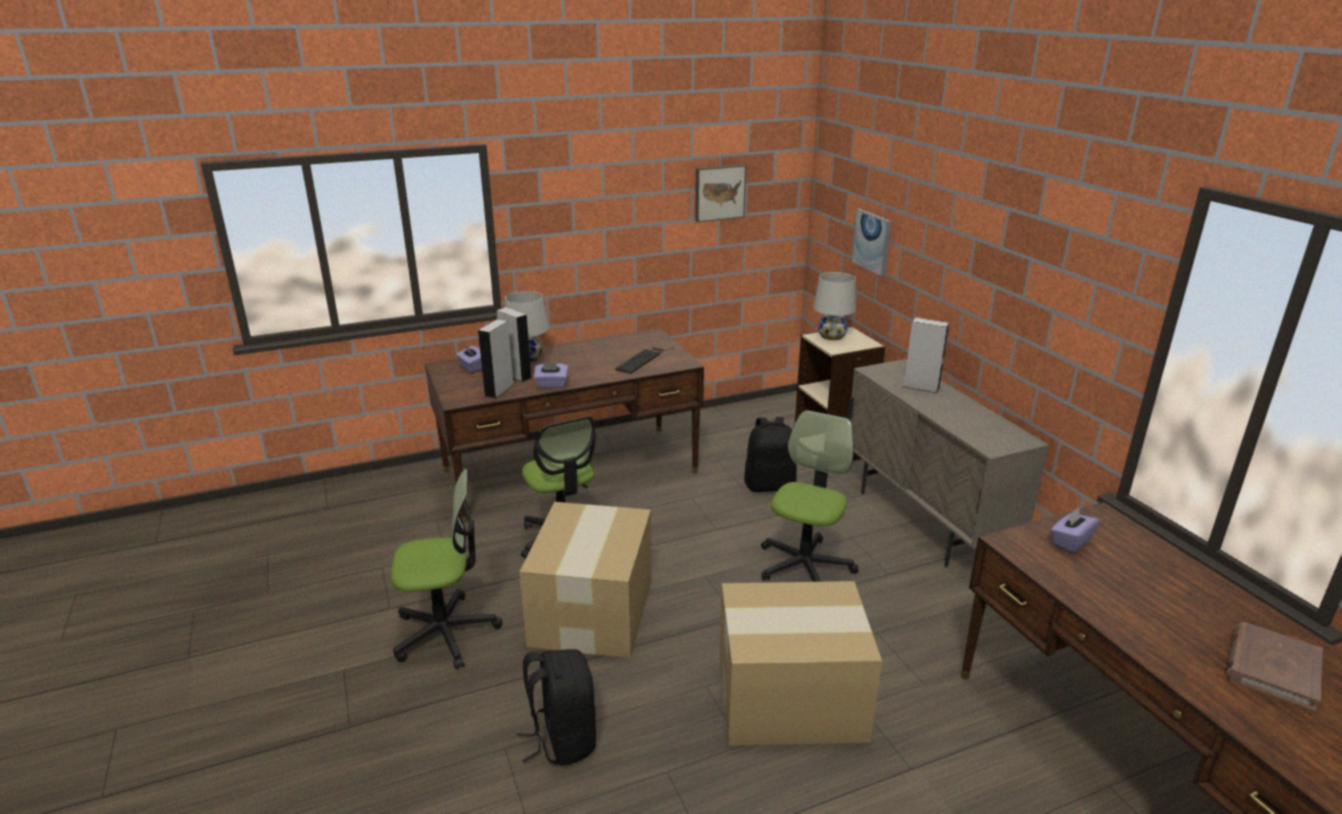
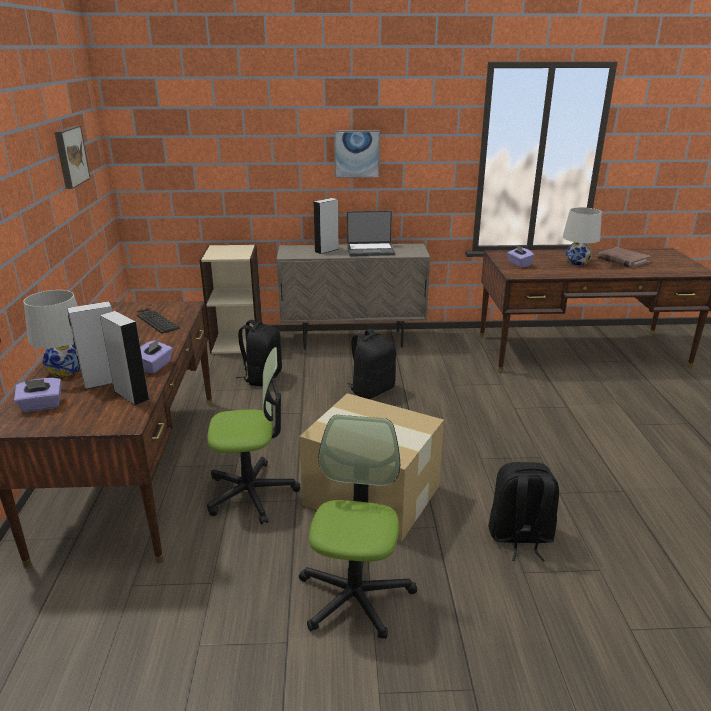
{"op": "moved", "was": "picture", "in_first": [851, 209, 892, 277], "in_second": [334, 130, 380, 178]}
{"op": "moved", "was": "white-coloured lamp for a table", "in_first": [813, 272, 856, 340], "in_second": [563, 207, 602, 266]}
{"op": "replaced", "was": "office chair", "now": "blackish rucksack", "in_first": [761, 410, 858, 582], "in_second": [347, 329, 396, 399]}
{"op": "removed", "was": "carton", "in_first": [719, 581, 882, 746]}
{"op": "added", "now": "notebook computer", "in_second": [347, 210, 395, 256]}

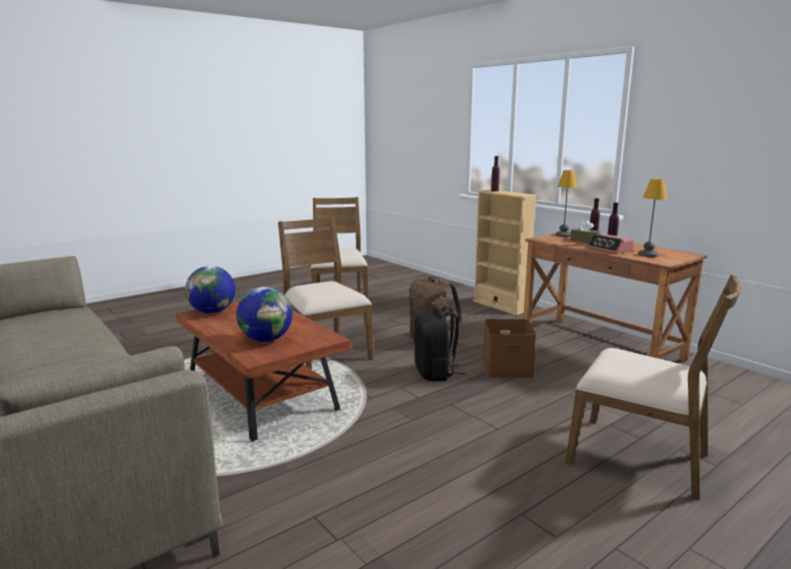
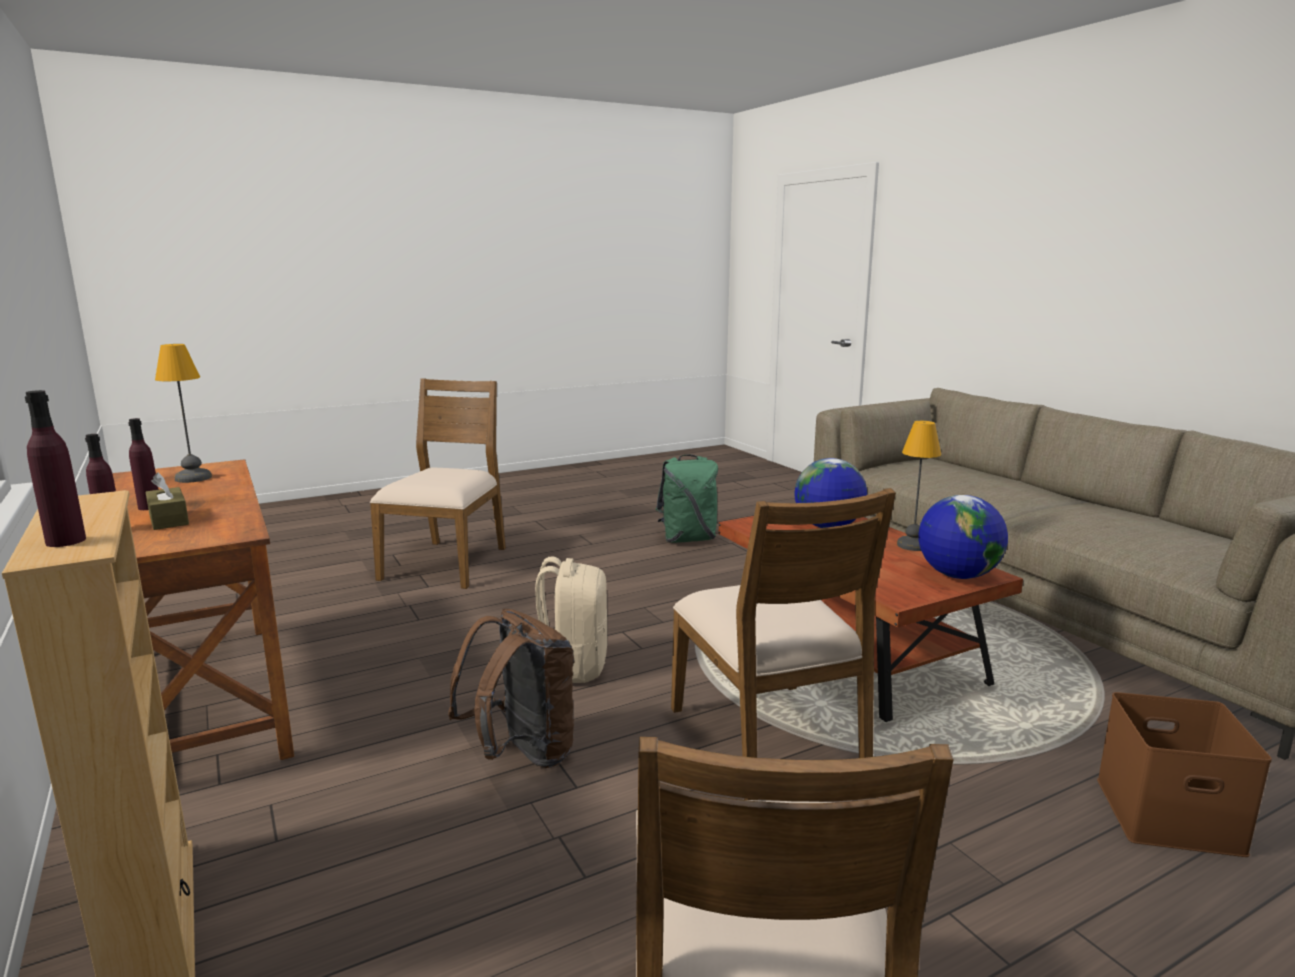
{"op": "moved", "was": "lamp for a table", "in_first": [555, 170, 577, 237], "in_second": [897, 421, 941, 551]}
{"op": "removed", "was": "table clock", "in_first": [587, 234, 634, 254]}
{"op": "turned", "was": "brownish upright chair", "in_first": [565, 274, 741, 499], "in_second": [370, 378, 506, 589], "clockwise": 60}
{"op": "recoloured", "was": "blackish rucksack", "now": "beige-coloured rucksack", "in_first": [414, 306, 465, 381], "in_second": [535, 556, 607, 683]}
{"op": "moved", "was": "brownish storage container", "in_first": [482, 319, 537, 378], "in_second": [1097, 692, 1272, 857]}
{"op": "added", "now": "green rucksack", "in_second": [656, 454, 718, 543]}

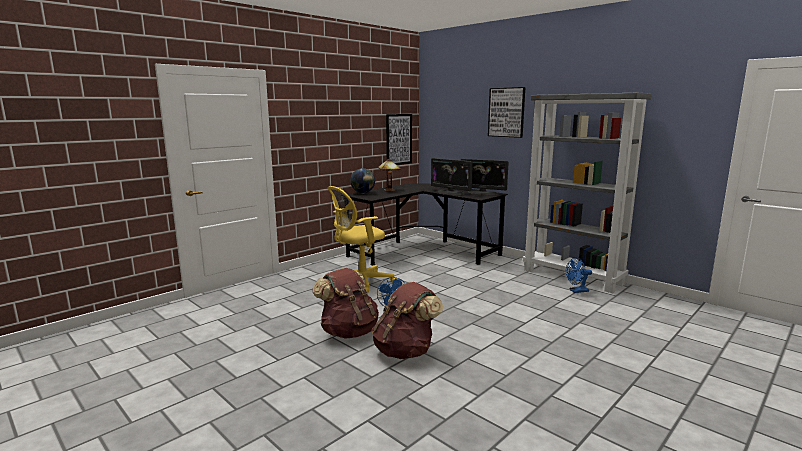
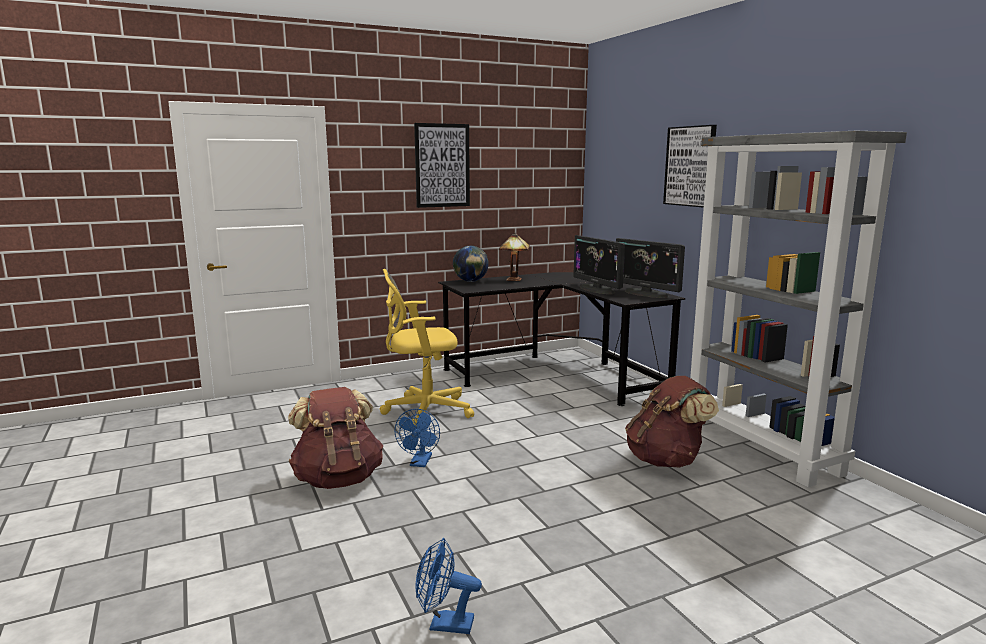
{"op": "moved", "was": "picture", "in_first": [386, 114, 412, 165], "in_second": [414, 123, 470, 208]}
{"op": "moved", "was": "bluish cooling fan", "in_first": [566, 257, 592, 293], "in_second": [416, 538, 482, 634]}
{"op": "moved", "was": "brownish rucksack", "in_first": [371, 282, 443, 359], "in_second": [625, 376, 719, 468]}

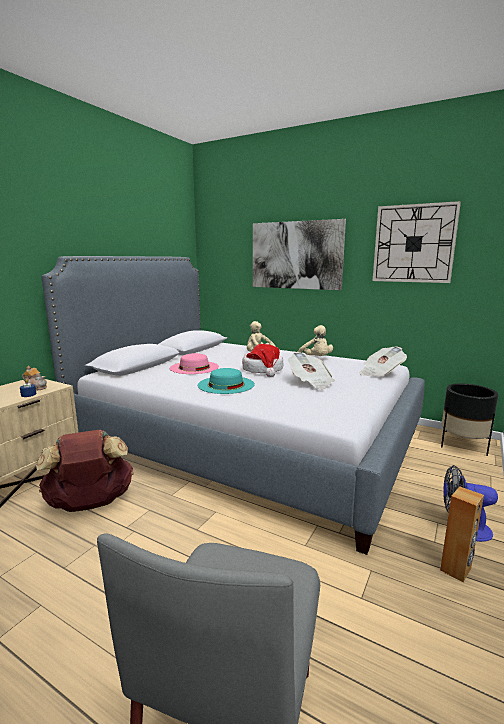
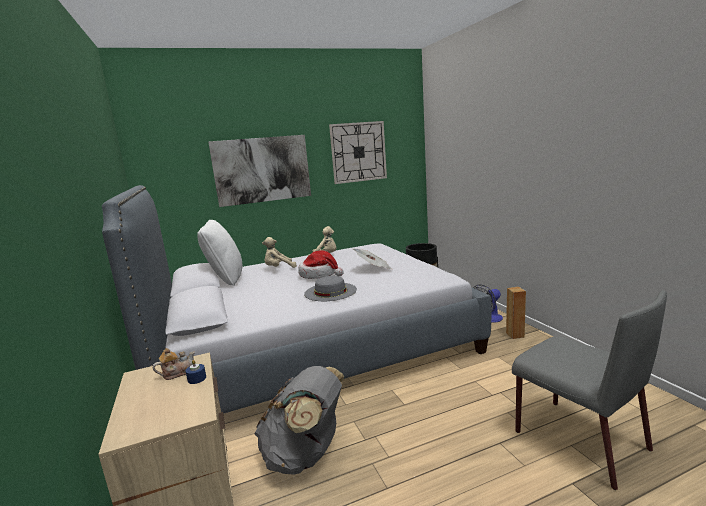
{"op": "removed", "was": "newspaper", "in_first": [359, 346, 407, 377]}
{"op": "removed", "was": "pink-coloured wearable hat", "in_first": [170, 353, 219, 374]}
{"op": "recoloured", "was": "turquoise-coloured wearable hat", "now": "greyish wearable hat", "in_first": [198, 368, 255, 394], "in_second": [304, 276, 357, 301]}
{"op": "recoloured", "was": "brownish rucksack", "now": "greyish rucksack", "in_first": [36, 430, 134, 512], "in_second": [255, 366, 344, 475]}
{"op": "added", "now": "white-coloured cushion", "in_second": [197, 220, 242, 286]}

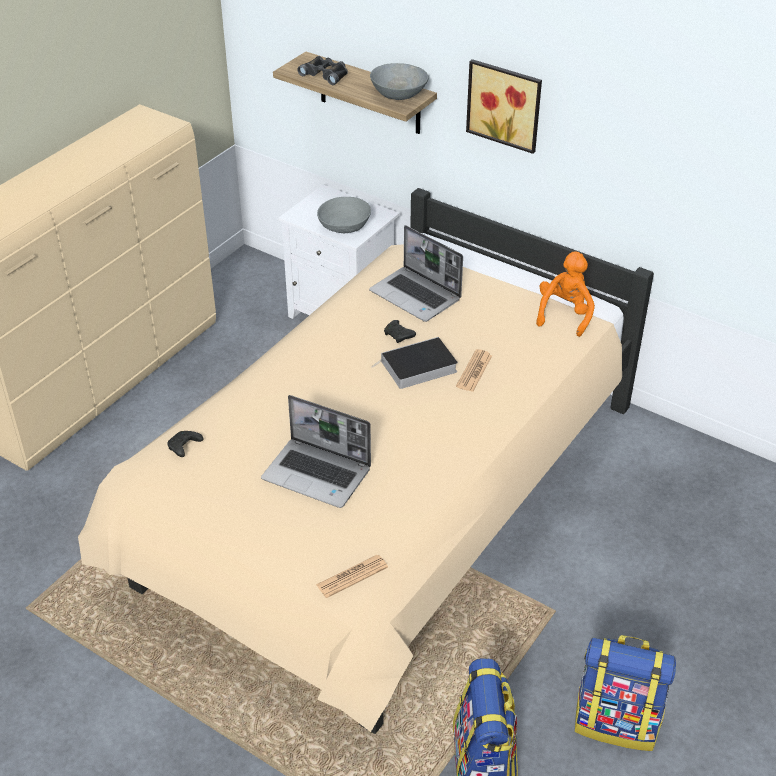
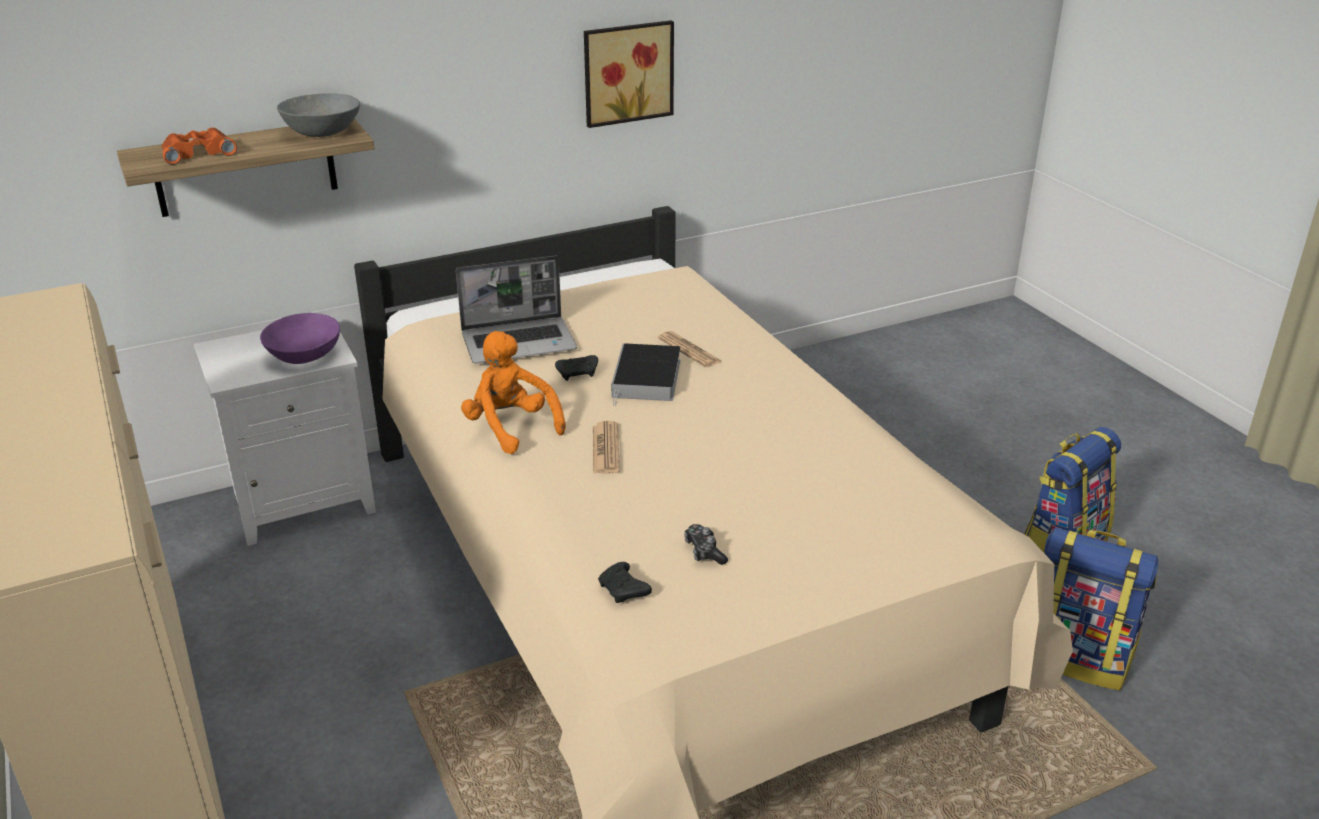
{"op": "recoloured", "was": "blackish pair of binoculars", "now": "orange pair of binoculars", "in_first": [297, 56, 348, 85], "in_second": [162, 128, 237, 165]}
{"op": "moved", "was": "picture", "in_first": [466, 59, 542, 154], "in_second": [584, 20, 674, 128]}
{"op": "recoloured", "was": "greyish deep dish", "now": "purple deep dish", "in_first": [317, 197, 371, 233], "in_second": [260, 313, 340, 364]}
{"op": "moved", "was": "orange cuddly toy", "in_first": [536, 251, 595, 337], "in_second": [461, 331, 566, 454]}
{"op": "removed", "was": "notebook computer", "in_first": [261, 395, 371, 508]}
{"op": "moved", "was": "newspaper", "in_first": [316, 555, 388, 598], "in_second": [593, 421, 620, 473]}
{"op": "added", "now": "joypad", "in_second": [684, 524, 728, 565]}

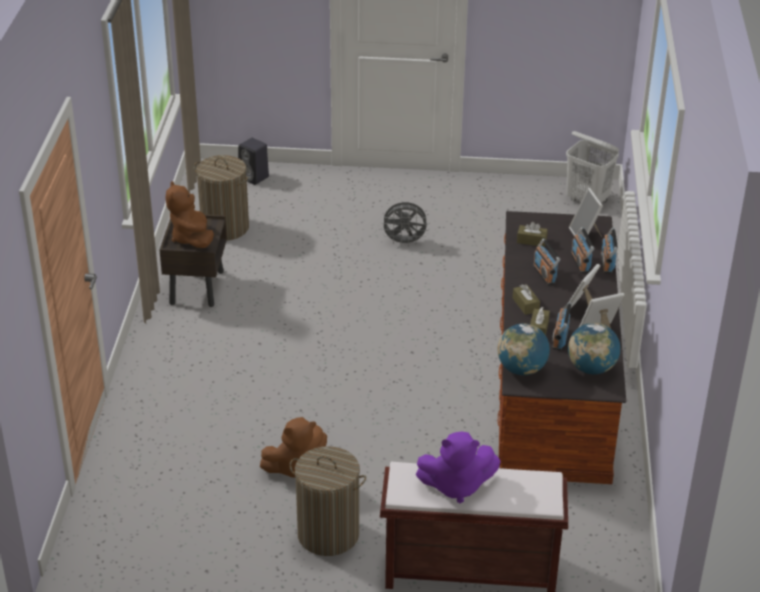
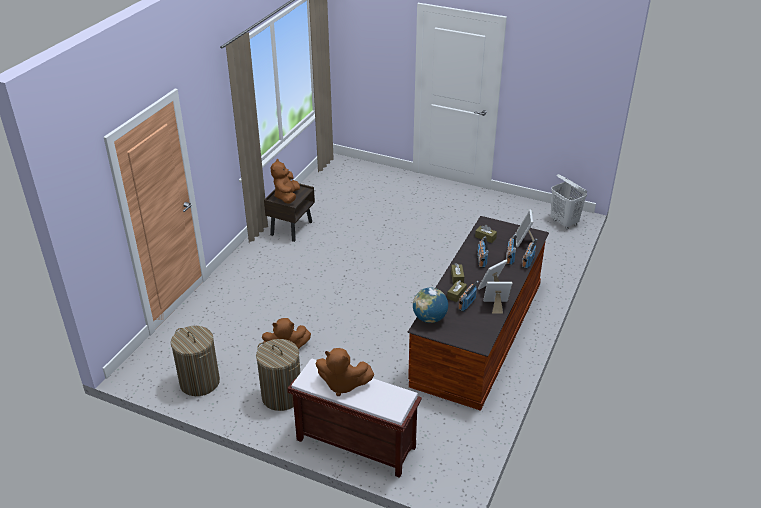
{"op": "removed", "was": "blackish audio speaker", "in_first": [238, 138, 269, 185]}
{"op": "moved", "was": "hamper", "in_first": [194, 155, 249, 241], "in_second": [171, 326, 220, 396]}
{"op": "removed", "was": "greyish cooling fan", "in_first": [381, 202, 430, 246]}
{"op": "removed", "was": "desk globe", "in_first": [568, 323, 620, 375]}
{"op": "recoloured", "was": "purple cuddly toy", "now": "brownish cuddly toy", "in_first": [416, 432, 501, 503], "in_second": [315, 348, 374, 396]}

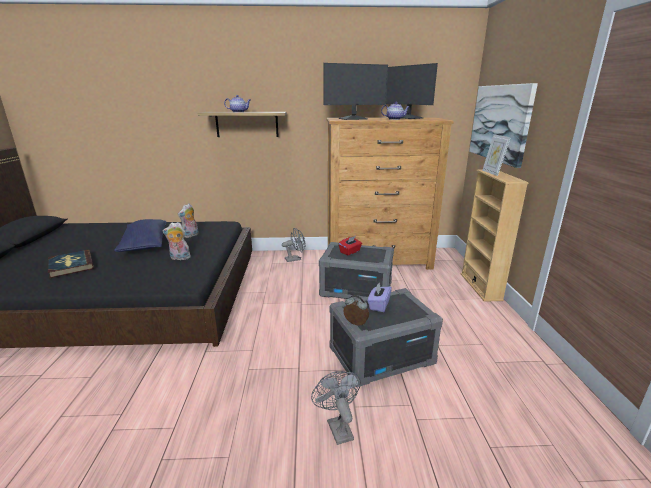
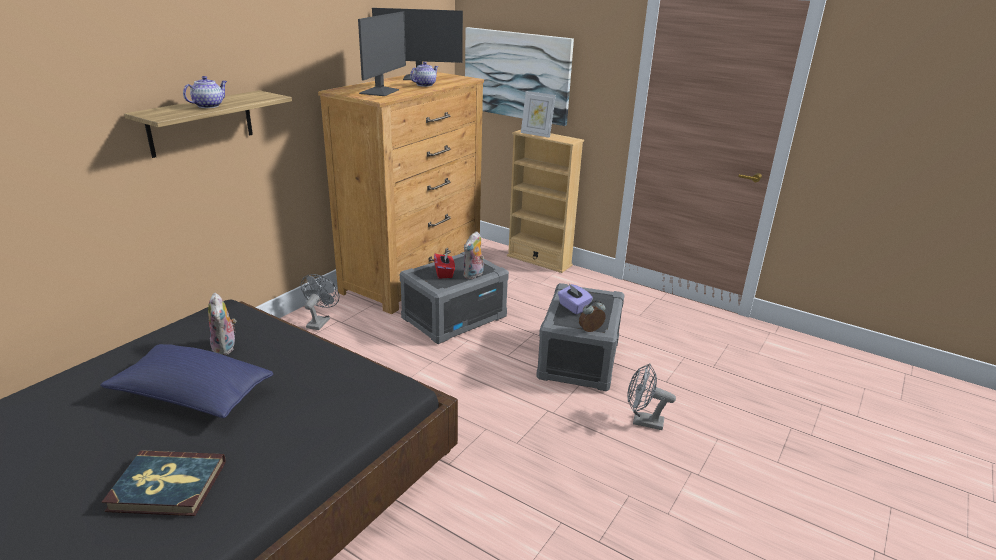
{"op": "moved", "was": "cuddly toy", "in_first": [163, 222, 192, 260], "in_second": [464, 231, 484, 279]}

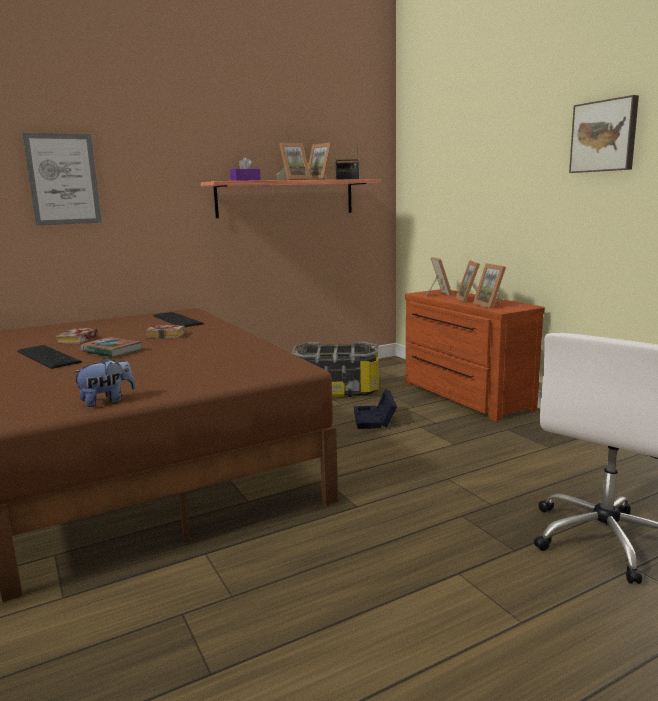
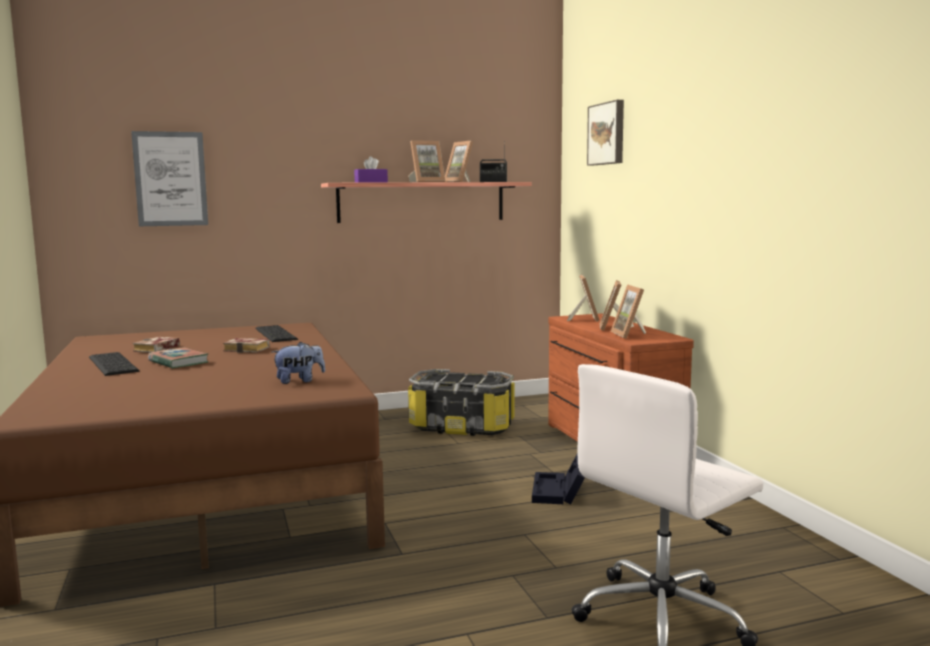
{"op": "moved", "was": "picture", "in_first": [569, 95, 639, 173], "in_second": [587, 100, 624, 166]}
{"op": "moved", "was": "cuddly toy", "in_first": [71, 357, 136, 407], "in_second": [272, 342, 325, 384]}
{"op": "moved", "was": "blackish storage container", "in_first": [354, 389, 397, 429], "in_second": [532, 452, 585, 504]}

